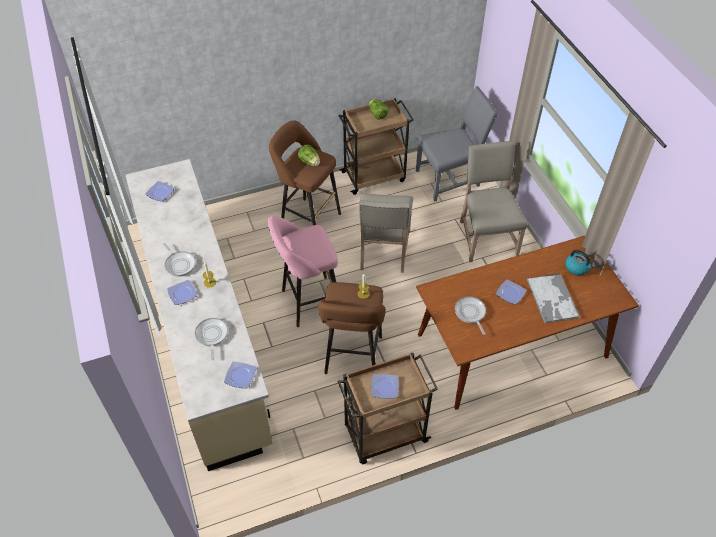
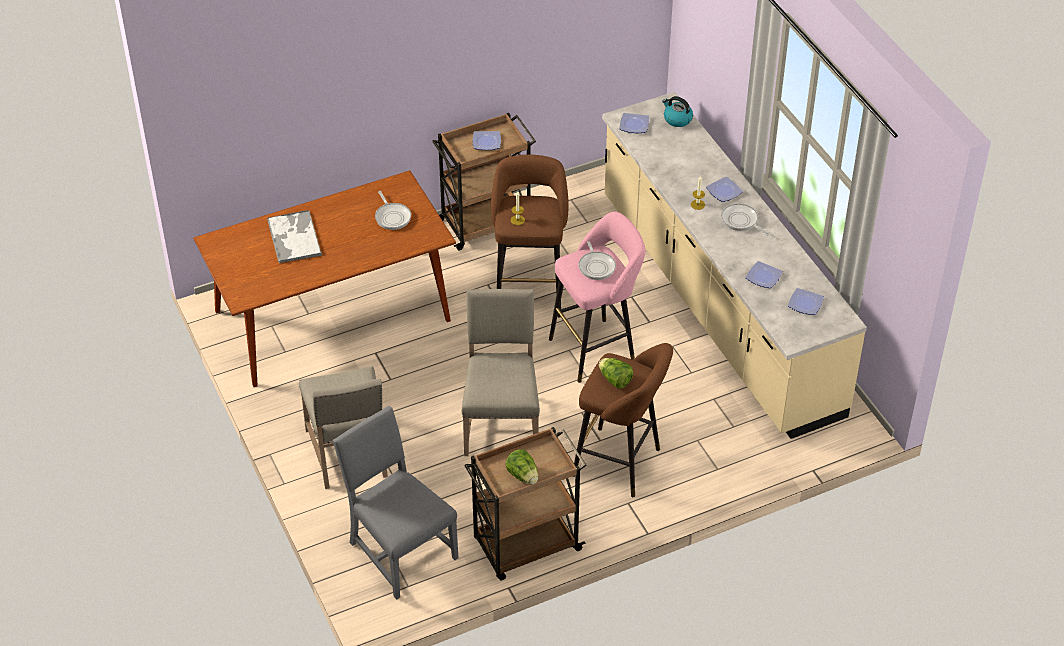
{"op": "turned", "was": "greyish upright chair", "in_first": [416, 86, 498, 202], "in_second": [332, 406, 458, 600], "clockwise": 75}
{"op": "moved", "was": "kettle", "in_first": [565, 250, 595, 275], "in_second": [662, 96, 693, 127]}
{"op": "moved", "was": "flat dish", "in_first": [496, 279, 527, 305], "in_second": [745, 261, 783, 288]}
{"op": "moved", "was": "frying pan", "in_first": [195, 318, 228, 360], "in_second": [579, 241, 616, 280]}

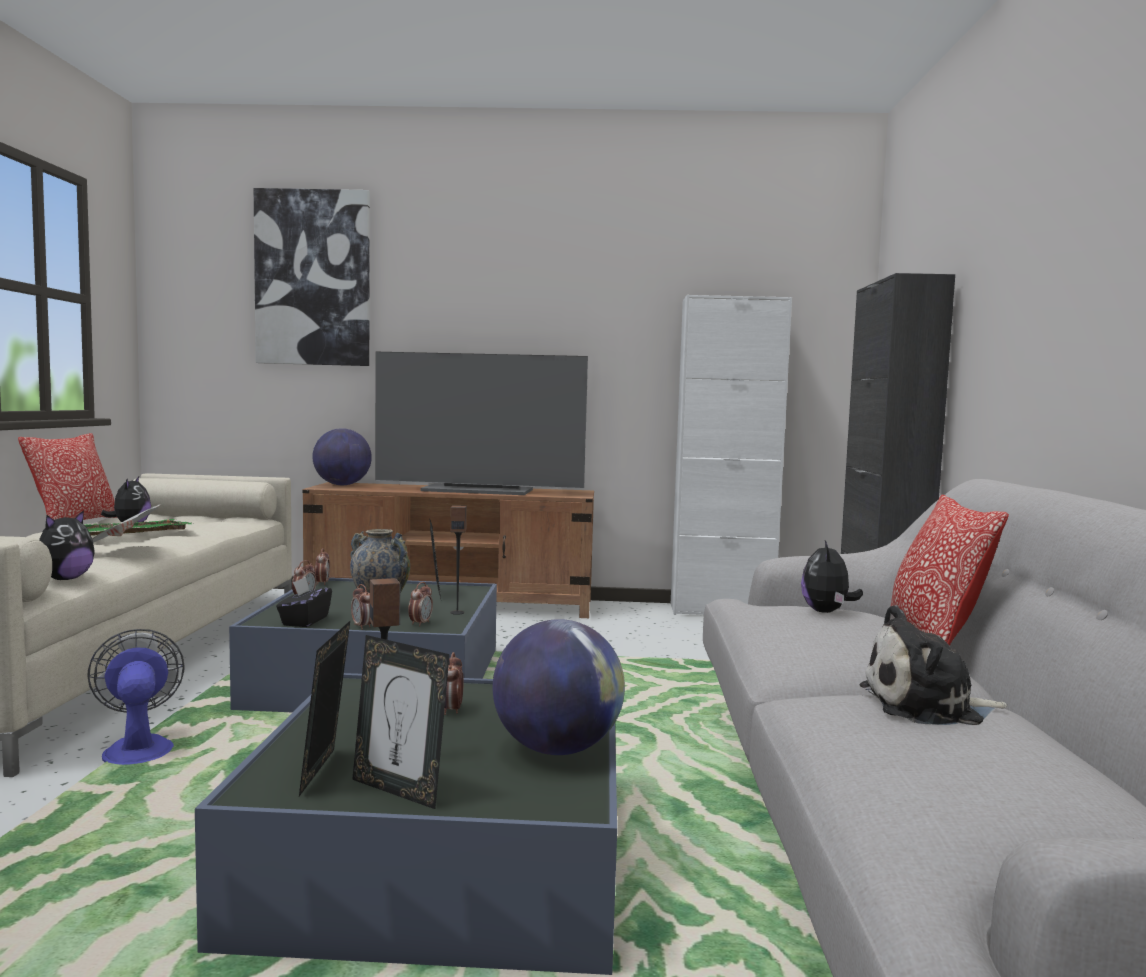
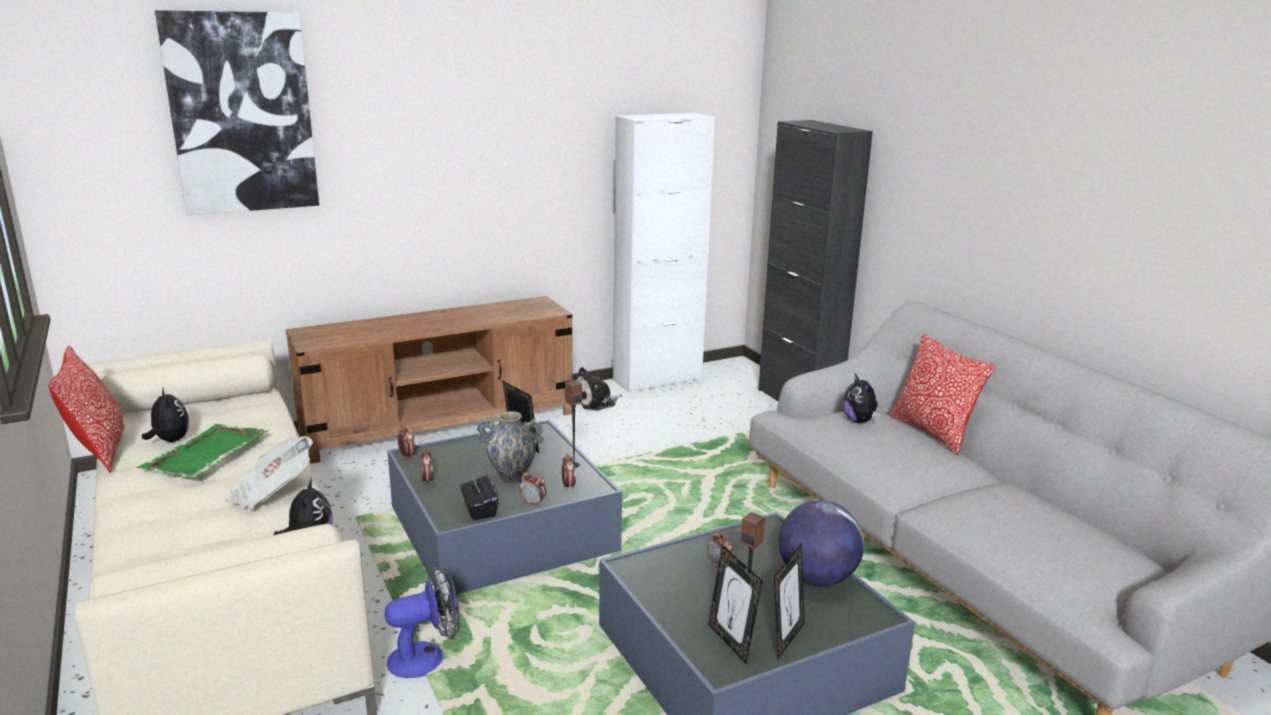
{"op": "removed", "was": "TV", "in_first": [375, 352, 588, 495]}
{"op": "removed", "was": "desk globe", "in_first": [312, 428, 372, 485]}
{"op": "moved", "was": "cuddly toy", "in_first": [860, 605, 1007, 725], "in_second": [577, 367, 622, 411]}
{"op": "turned", "was": "cooling fan", "in_first": [87, 629, 185, 765], "in_second": [385, 565, 460, 678], "clockwise": 120}
{"op": "turned", "was": "standing frame", "in_first": [352, 635, 450, 809], "in_second": [774, 543, 805, 659], "clockwise": -60}

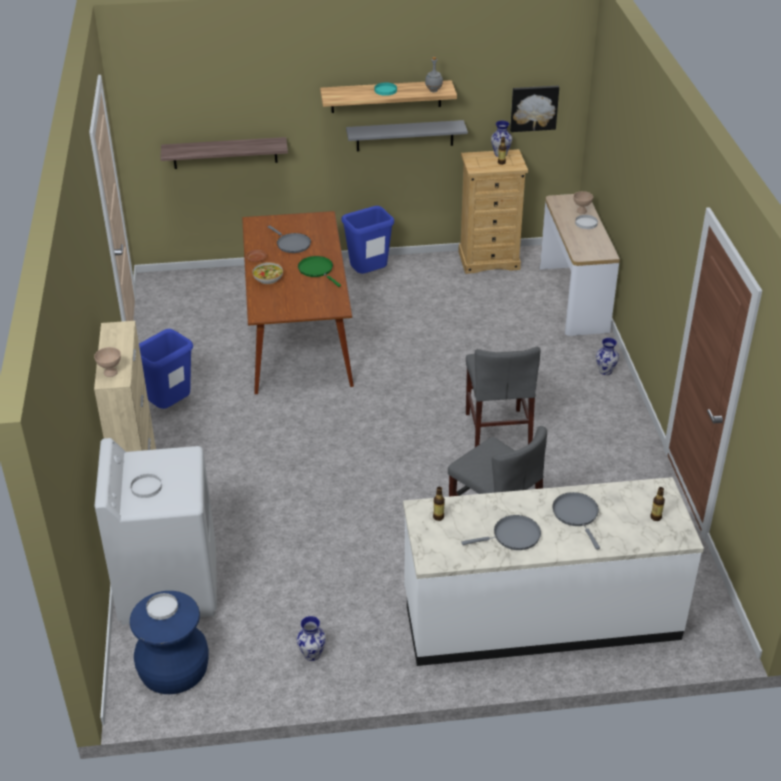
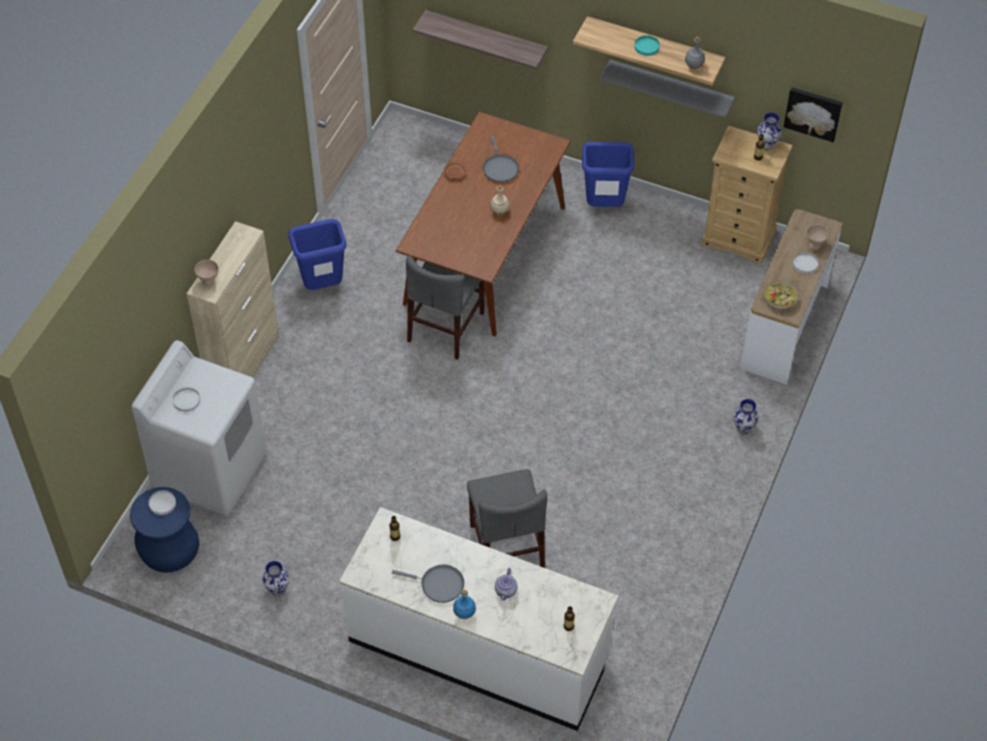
{"op": "replaced", "was": "green frying pan", "now": "beige-coloured bottle", "in_first": [298, 256, 341, 287], "in_second": [490, 185, 510, 215]}
{"op": "moved", "was": "deep dish", "in_first": [252, 262, 283, 284], "in_second": [764, 281, 798, 309]}
{"op": "moved", "was": "greyish upright chair", "in_first": [466, 347, 541, 447], "in_second": [406, 255, 485, 360]}
{"op": "replaced", "was": "greyish frying pan", "now": "tea pot", "in_first": [553, 492, 600, 550], "in_second": [495, 568, 518, 600]}
{"op": "added", "now": "bluish bottle", "in_second": [453, 590, 476, 619]}

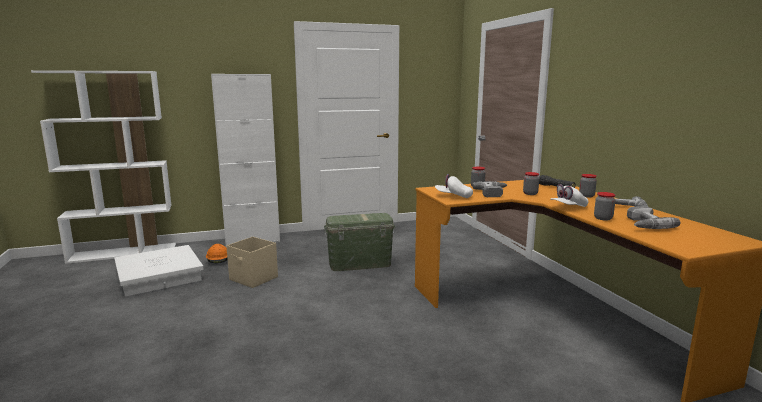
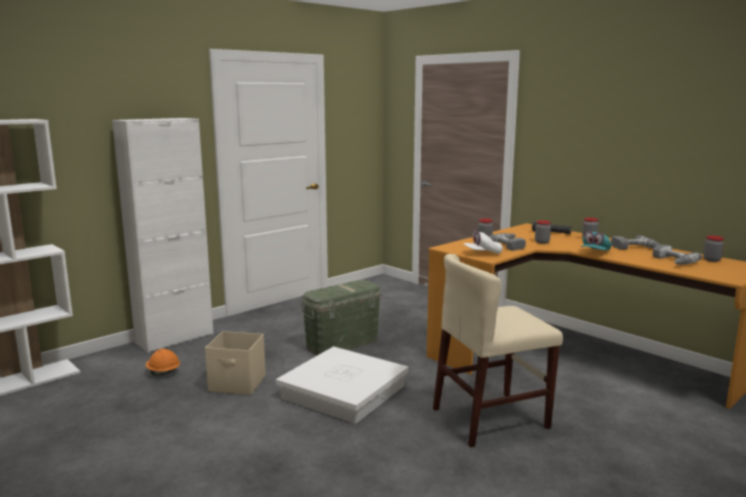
{"op": "recoloured", "was": "white-coloured baseball cap", "now": "turquoise-coloured baseball cap", "in_first": [550, 184, 589, 207], "in_second": [581, 231, 611, 250]}
{"op": "moved", "was": "storage jar", "in_first": [594, 192, 616, 220], "in_second": [703, 236, 724, 262]}
{"op": "moved", "was": "white-coloured storage container", "in_first": [114, 245, 204, 297], "in_second": [276, 347, 409, 424]}
{"op": "added", "now": "beige-coloured upright chair", "in_second": [433, 254, 563, 447]}

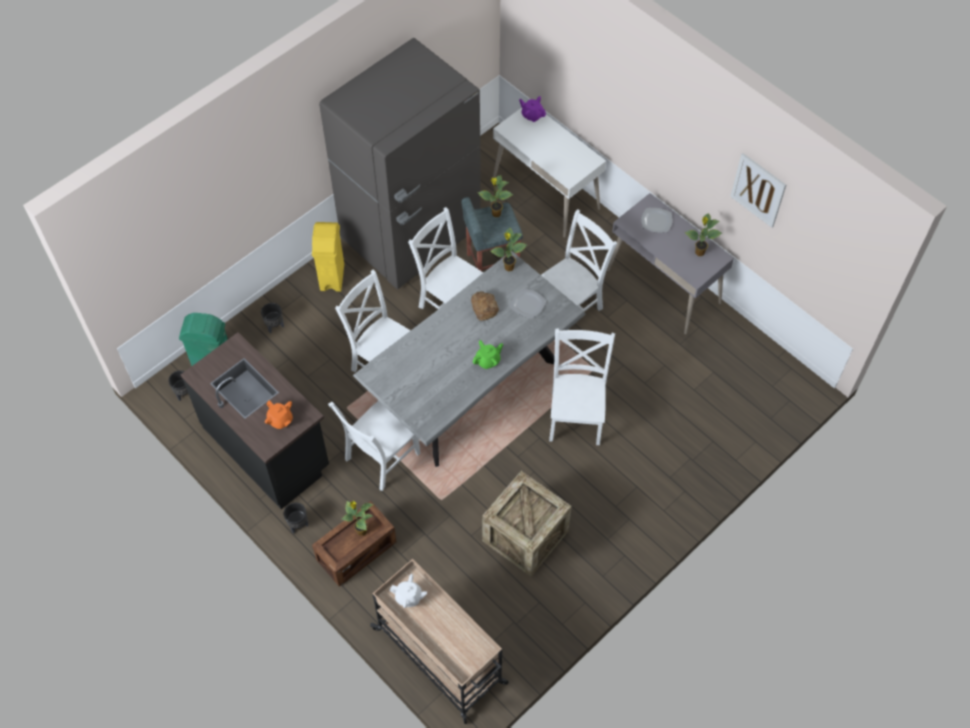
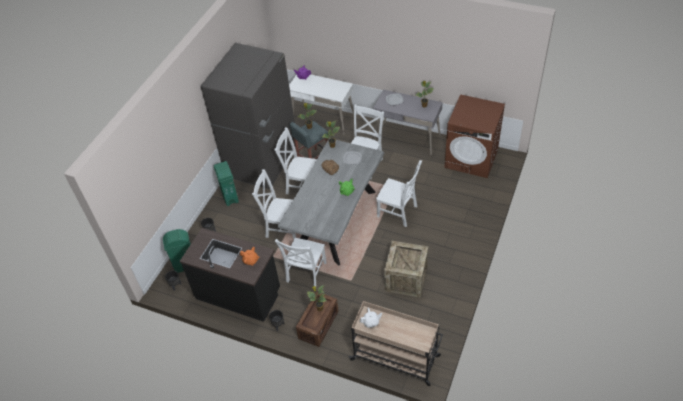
{"op": "removed", "was": "picture", "in_first": [730, 153, 786, 228]}
{"op": "recoloured", "was": "yellow waste bin", "now": "green waste bin", "in_first": [312, 222, 344, 292], "in_second": [214, 161, 239, 206]}
{"op": "turned", "was": "white-coloured upright chair", "in_first": [549, 328, 615, 445], "in_second": [376, 160, 422, 227], "clockwise": 135}
{"op": "added", "now": "brownish laundry machine", "in_second": [444, 94, 505, 178]}

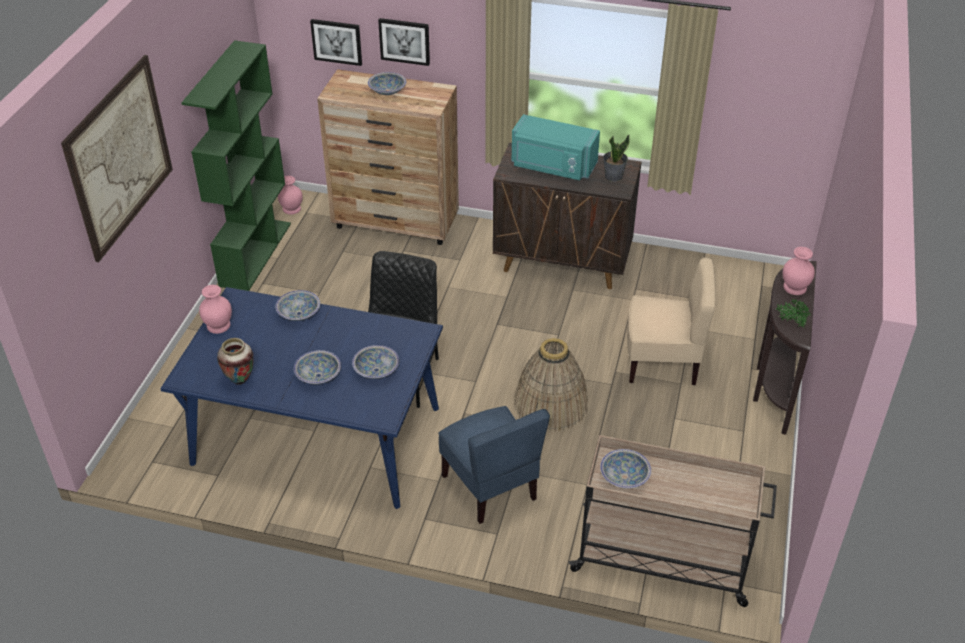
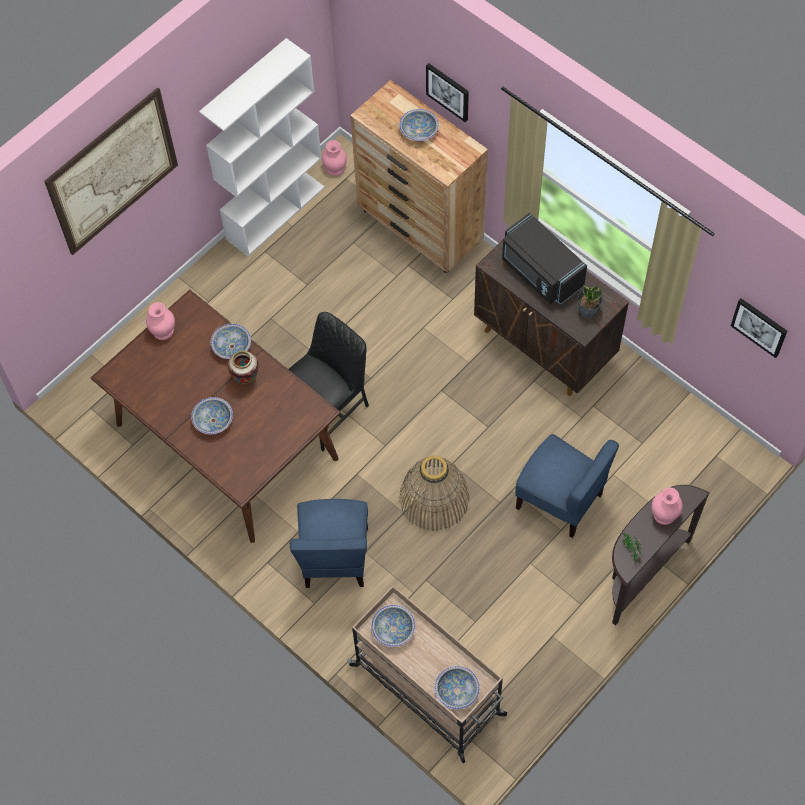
{"op": "moved", "was": "picture", "in_first": [310, 19, 362, 66], "in_second": [731, 298, 787, 358]}
{"op": "recoloured", "was": "green shelving unit", "now": "white-coloured shelving unit", "in_first": [181, 40, 291, 291], "in_second": [199, 38, 325, 257]}
{"op": "recoloured", "was": "turquoise-coloured microwave", "now": "blackish microwave", "in_first": [511, 114, 600, 180], "in_second": [502, 213, 587, 305]}
{"op": "recoloured", "was": "beige-coloured upright chair", "now": "bluish upright chair", "in_first": [627, 257, 716, 385], "in_second": [515, 434, 619, 538]}
{"op": "recoloured", "was": "bluish dinner table", "now": "brownish dinner table", "in_first": [160, 287, 443, 509], "in_second": [91, 289, 341, 543]}
{"op": "moved", "was": "vase", "in_first": [217, 338, 253, 385], "in_second": [228, 351, 259, 384]}
{"op": "moved", "was": "deep dish", "in_first": [352, 345, 399, 379], "in_second": [435, 666, 480, 710]}

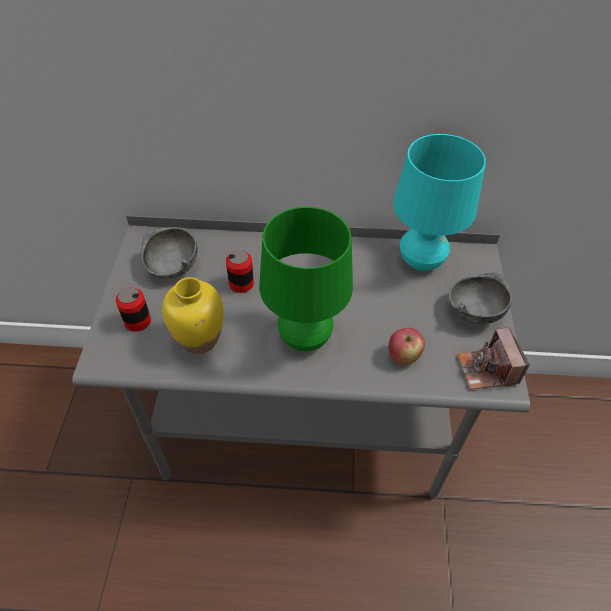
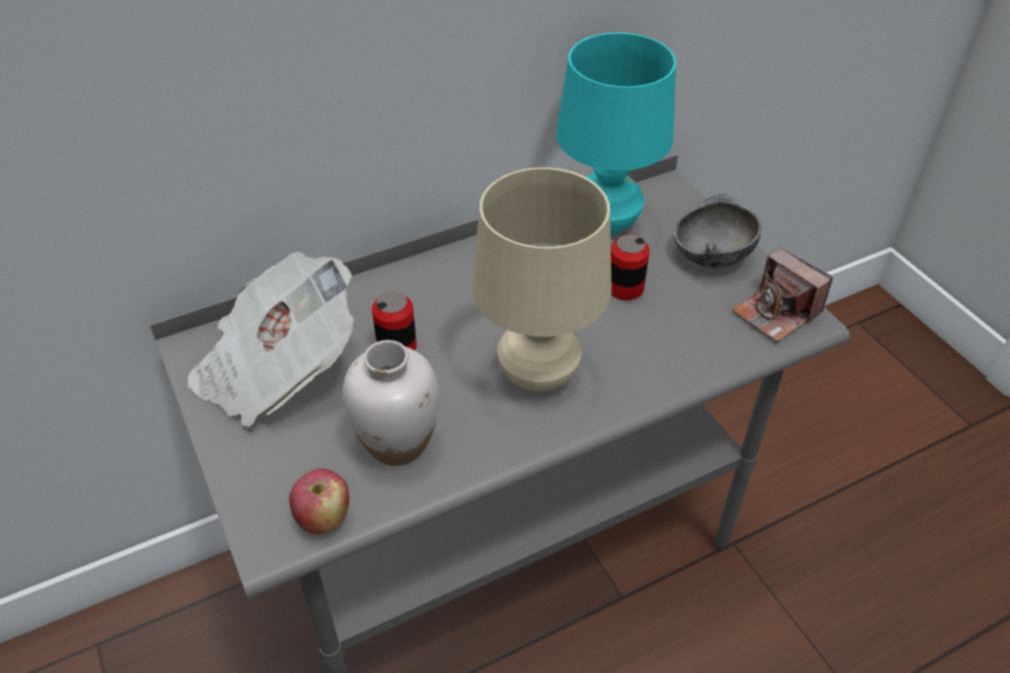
{"op": "recoloured", "was": "green lamp for a table", "now": "beige-coloured lamp for a table", "in_first": [259, 207, 353, 351], "in_second": [472, 167, 612, 392]}
{"op": "replaced", "was": "greyish deep dish", "now": "newspaper", "in_first": [142, 227, 198, 279], "in_second": [188, 252, 354, 427]}
{"op": "recoloured", "was": "yellow vase", "now": "white-coloured vase", "in_first": [162, 277, 224, 354], "in_second": [342, 340, 439, 466]}
{"op": "moved", "was": "sealed can", "in_first": [116, 287, 151, 332], "in_second": [611, 235, 650, 300]}
{"op": "moved", "was": "whole apple", "in_first": [389, 328, 425, 365], "in_second": [289, 468, 349, 535]}

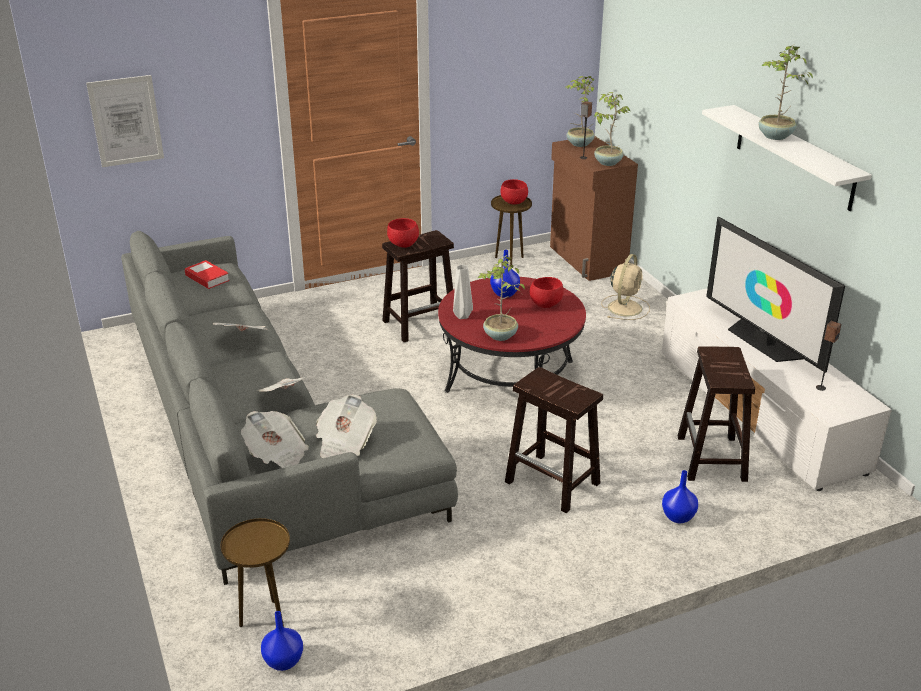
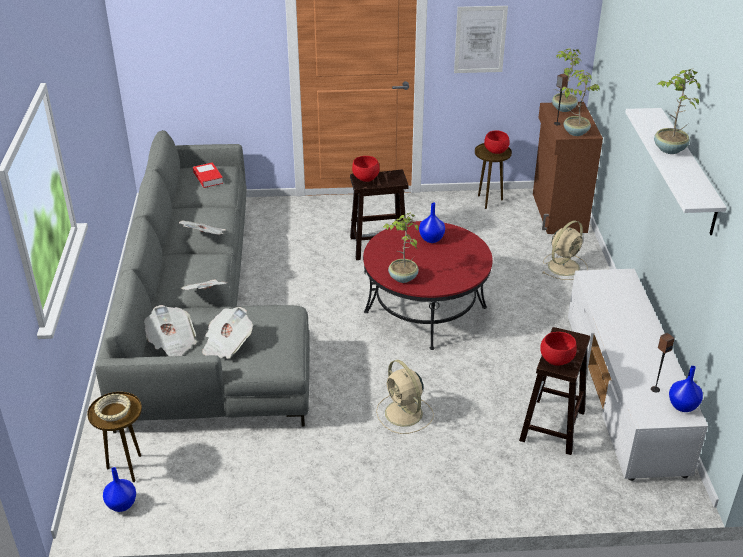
{"op": "moved", "was": "picture", "in_first": [86, 75, 164, 167], "in_second": [454, 6, 508, 73]}
{"op": "removed", "was": "TV", "in_first": [706, 217, 845, 373]}
{"op": "removed", "was": "greyish vase", "in_first": [453, 265, 473, 319]}
{"op": "moved", "was": "red deep dish", "in_first": [530, 277, 563, 308], "in_second": [540, 332, 577, 366]}
{"op": "replaced", "was": "brownish sitting stool", "now": "beige-coloured cooling fan", "in_first": [505, 367, 603, 513], "in_second": [376, 360, 434, 434]}
{"op": "moved", "was": "bluish vase", "in_first": [662, 470, 698, 523], "in_second": [669, 366, 703, 412]}
{"op": "added", "now": "beige-coloured deep dish", "in_second": [94, 394, 131, 421]}

